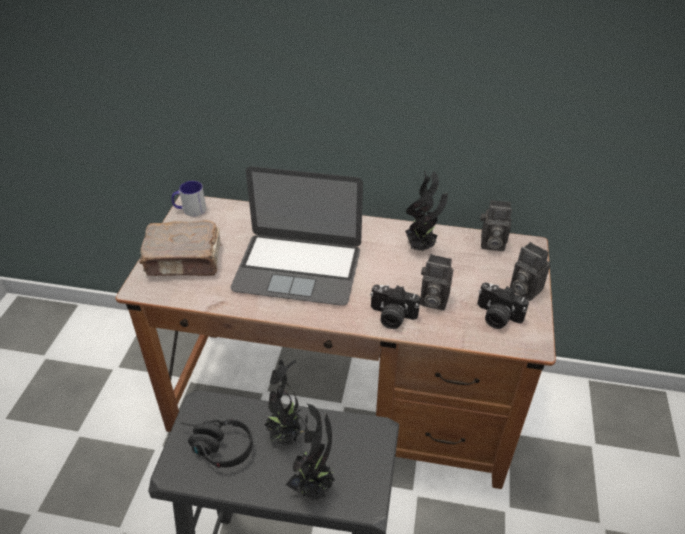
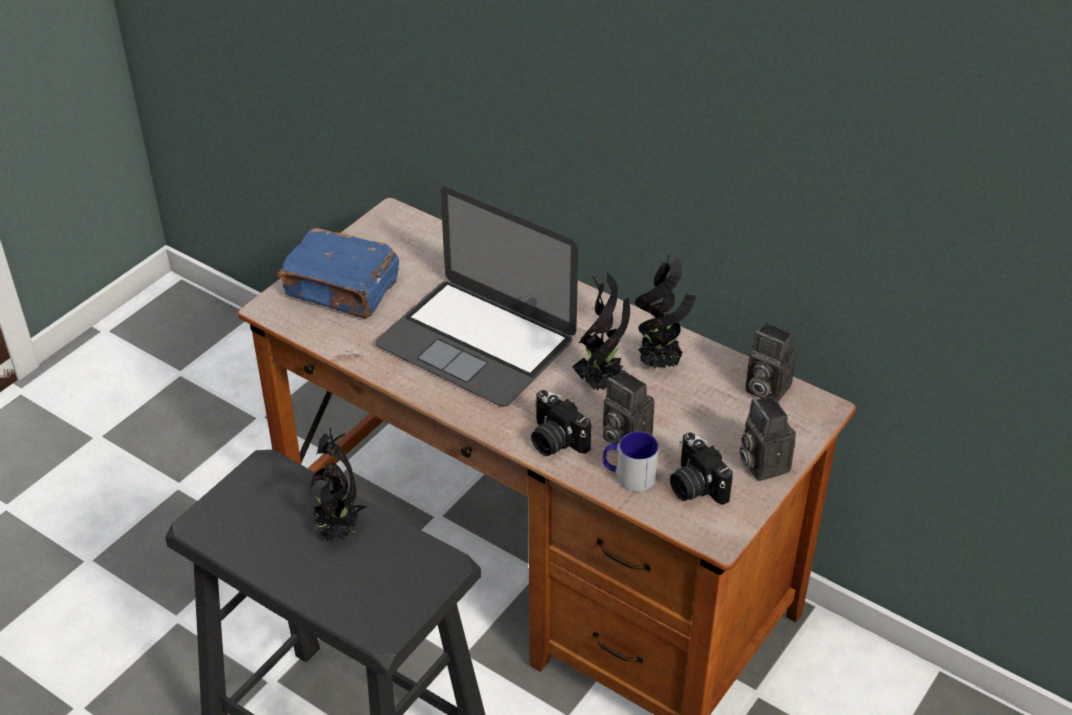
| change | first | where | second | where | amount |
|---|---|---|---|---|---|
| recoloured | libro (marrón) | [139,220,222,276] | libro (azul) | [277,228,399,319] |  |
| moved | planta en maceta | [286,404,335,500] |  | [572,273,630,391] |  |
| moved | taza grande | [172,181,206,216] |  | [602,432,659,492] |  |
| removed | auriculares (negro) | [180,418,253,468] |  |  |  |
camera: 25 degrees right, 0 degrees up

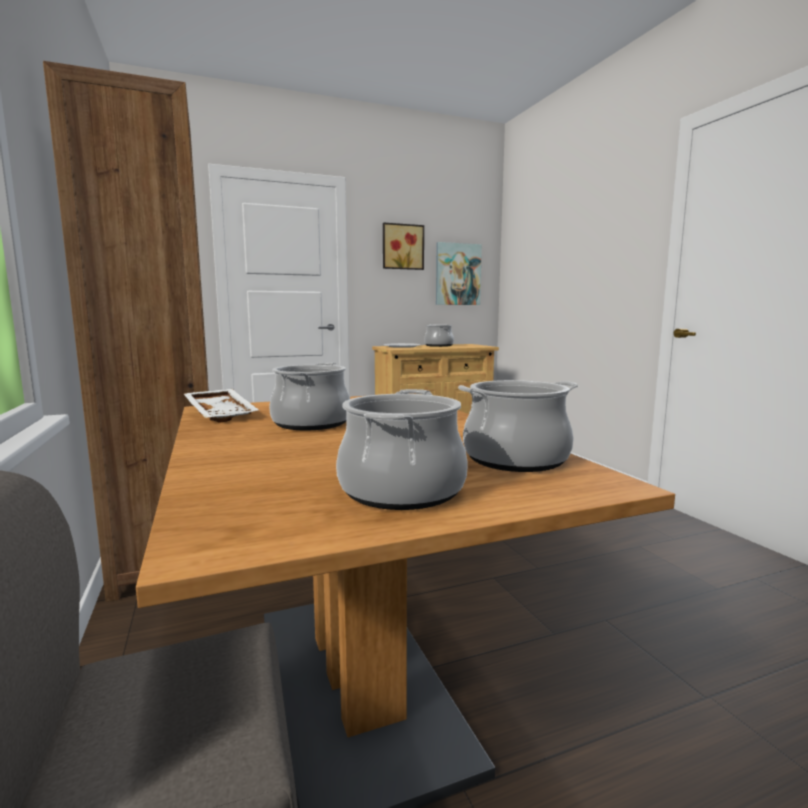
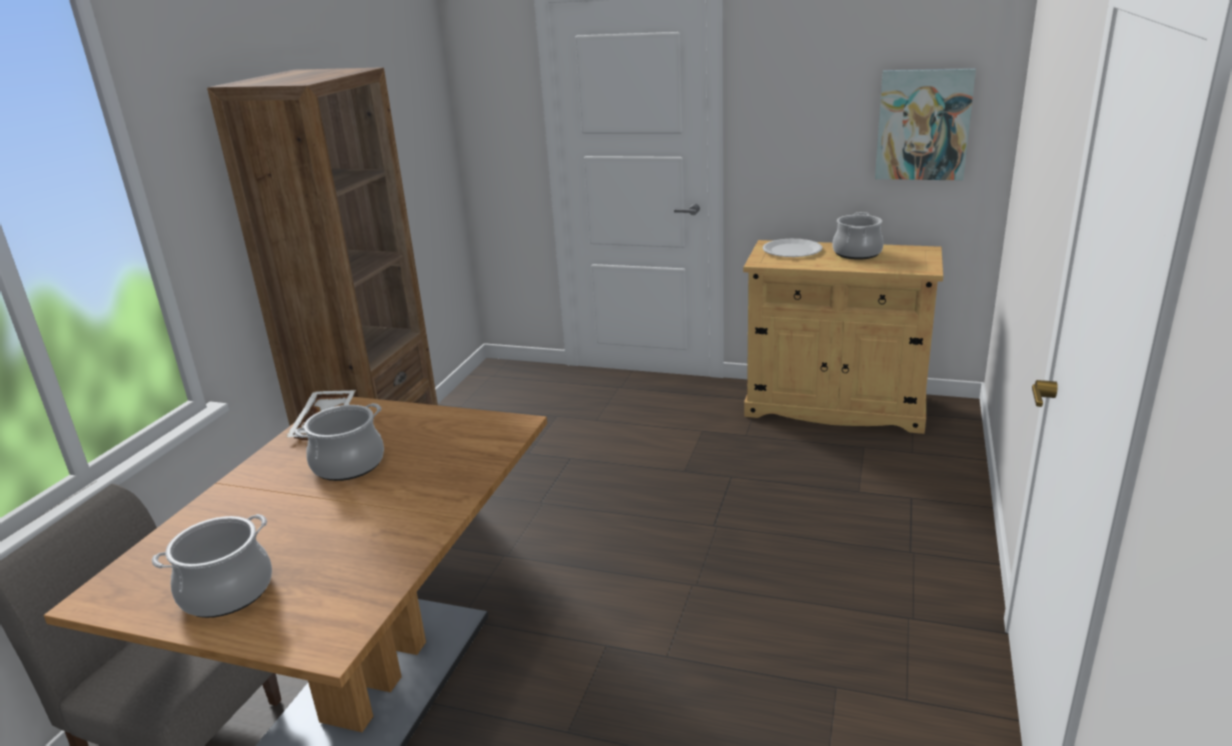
| change | first | where | second | where | amount |
|---|---|---|---|---|---|
| removed | cuadro | [383,223,424,270] |  |  |  |
| removed | olla | [458,380,578,472] |  |  |  |
camera: 40 degrees right, 15 degrees up

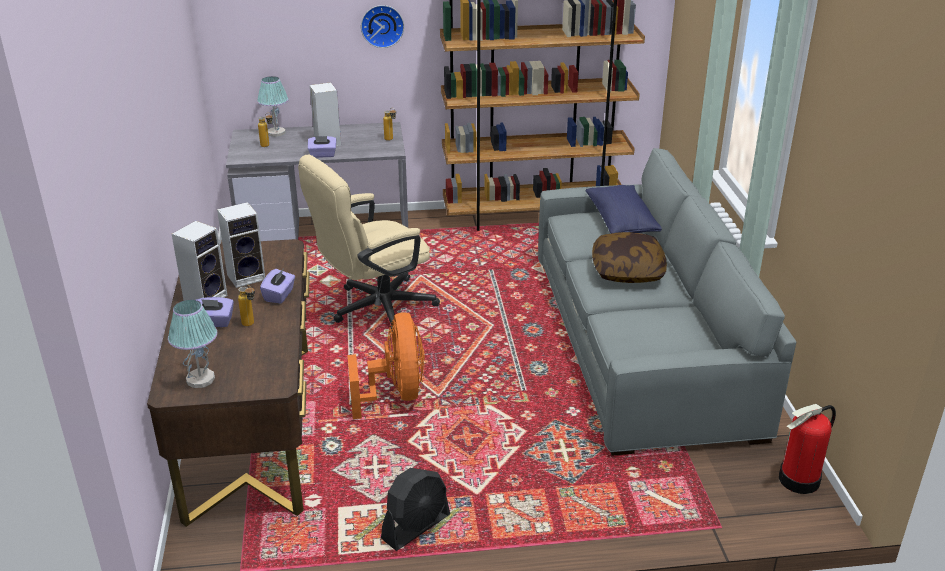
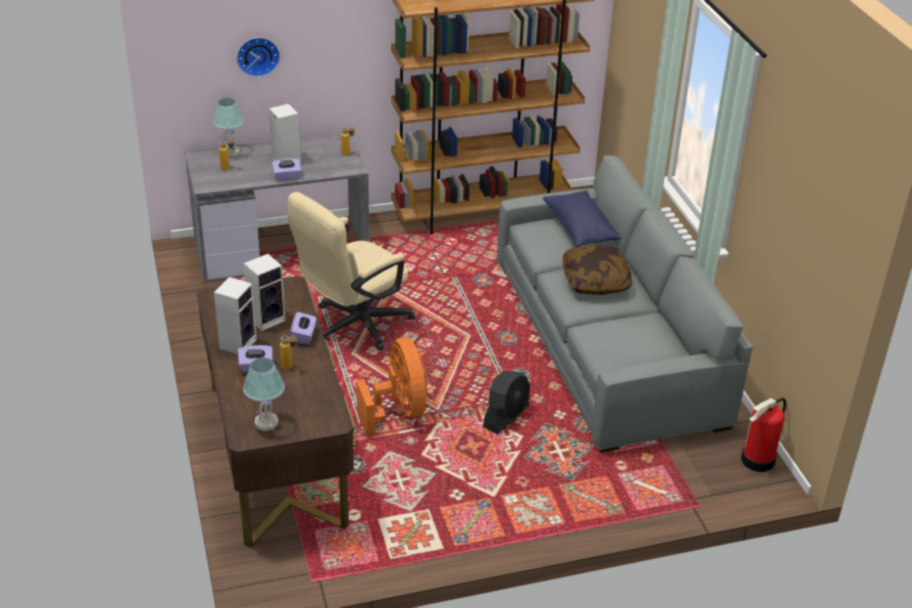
| change | first | where | second | where | amount |
|---|---|---|---|---|---|
| moved | reloj de pared | [361,5,404,48] |  | [237,37,280,77] |  |
| moved | ventilador (negro) | [381,468,450,551] |  | [483,371,530,435] |  |
camera: 10 degrees left, 5 degrees up

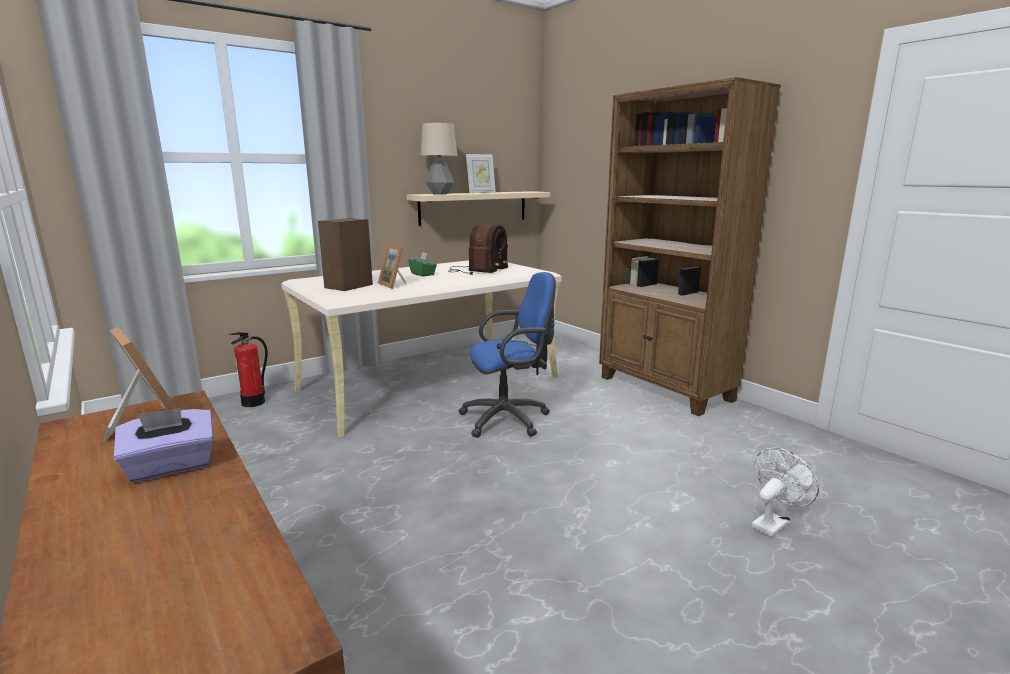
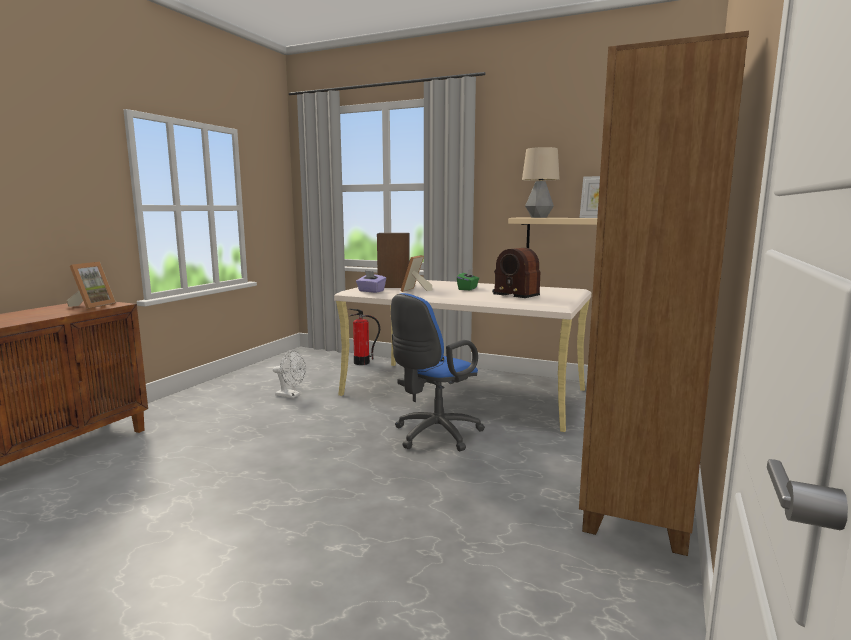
| change | first | where | second | where | amount |
|---|---|---|---|---|---|
| moved | ventilador (blanco) | [751,448,819,537] |  | [273,350,306,398] |  |
| moved | caja de pañuelos (morado) | [113,408,214,482] |  | [356,271,386,293] |  |
| turned | silla de oficina (azul) | [458,272,556,438] |  | [391,293,485,451] | 90 degrees clockwise |
| turned | radio | [448,224,508,275] |  | [492,248,540,298] | 45 degrees clockwise |
camera: 60 degrees right, 5 degrees down

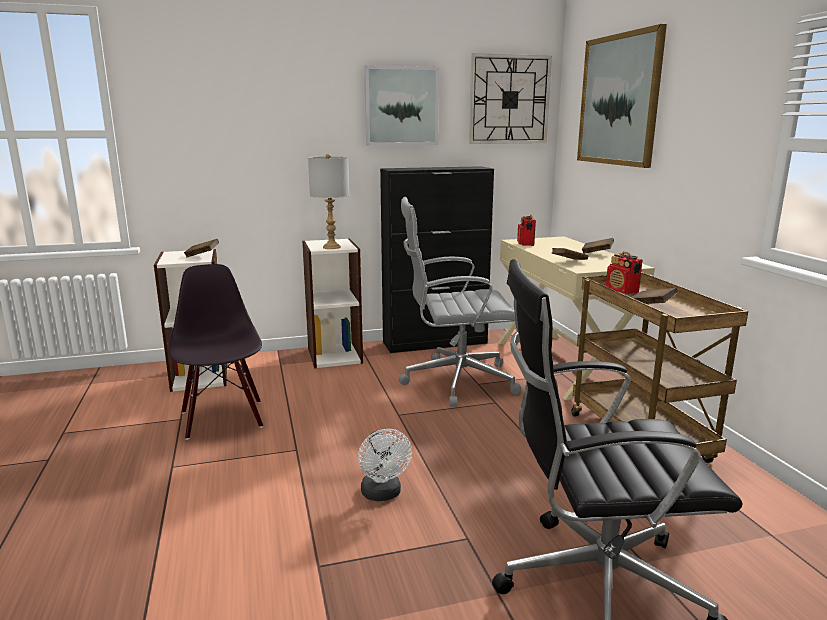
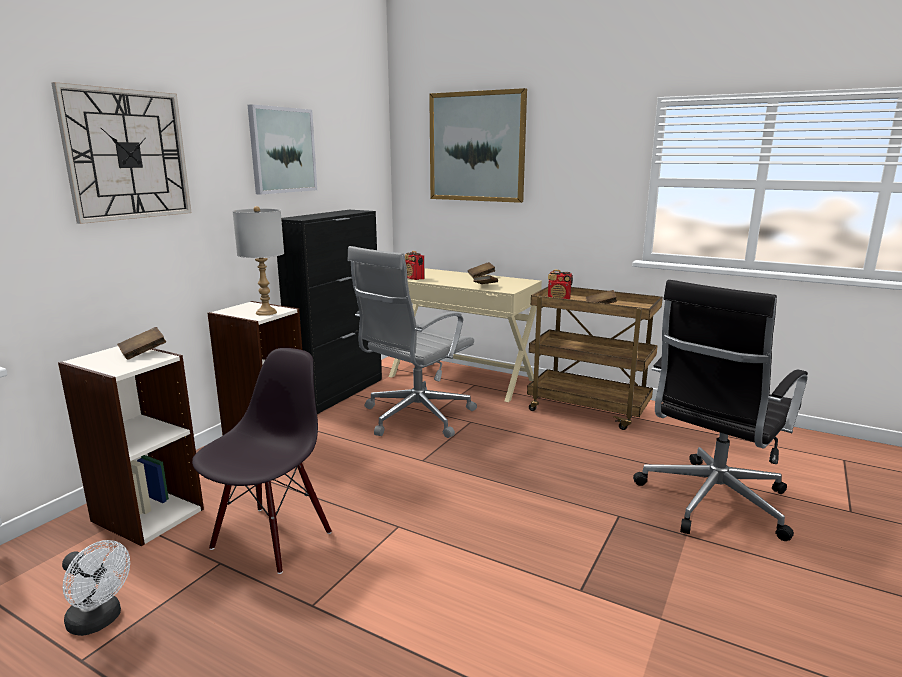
| change | first | where | second | where | amount |
|---|---|---|---|---|---|
| moved | reloj de pared | [469,53,552,144] |  | [51,82,192,224] |  |
| moved | ventilador (blanco) | [358,429,412,501] |  | [62,540,130,636] |  |
| turned | silla (negro) | [168,264,263,440] |  | [192,348,332,574] | 90 degrees clockwise |
camera: 45 degrees left, 0 degrees up

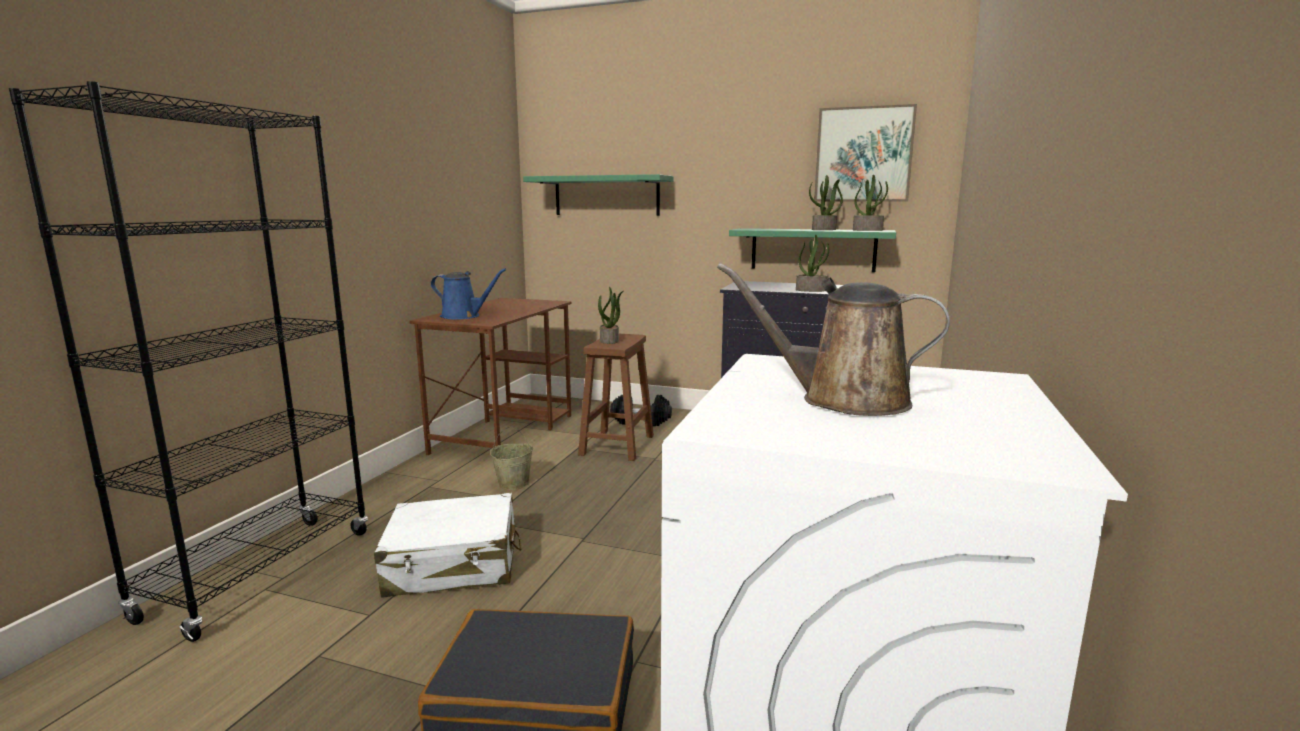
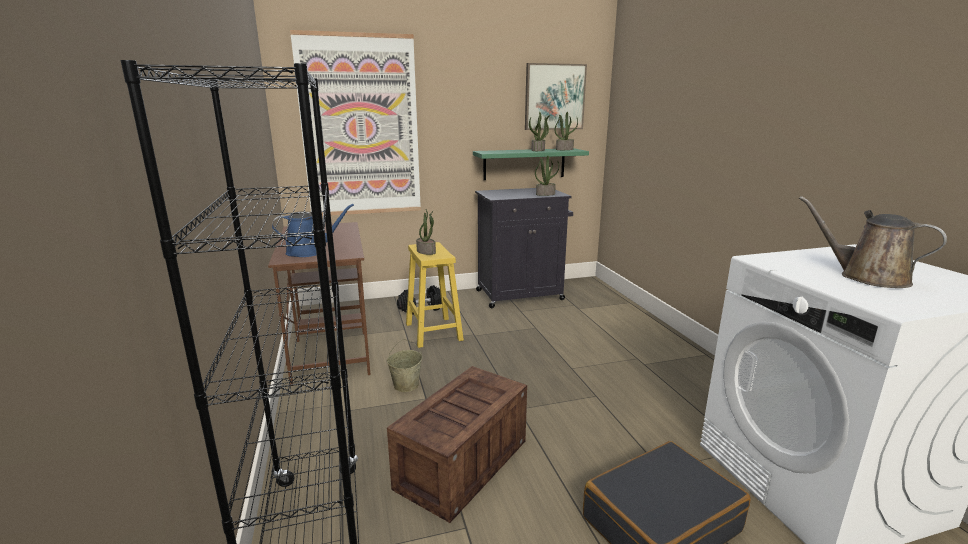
| change | first | where | second | where | amount |
|---|---|---|---|---|---|
| replaced | estante (verde) | [523,174,674,216] | cuadro | [290,30,421,216] |  |
| replaced | maleta (blanco) | [374,493,521,598] | caja de embalaje | [387,366,527,523] |  |
| recoloured | taburete (marrón) | [578,334,654,461] | taburete (amarillo) | [406,242,464,348] |  |
| turned | regadera (marrón) | [717,263,950,416] |  | [799,196,947,288] | 60 degrees clockwise |
camera: 35 degrees left, 5 degrees up

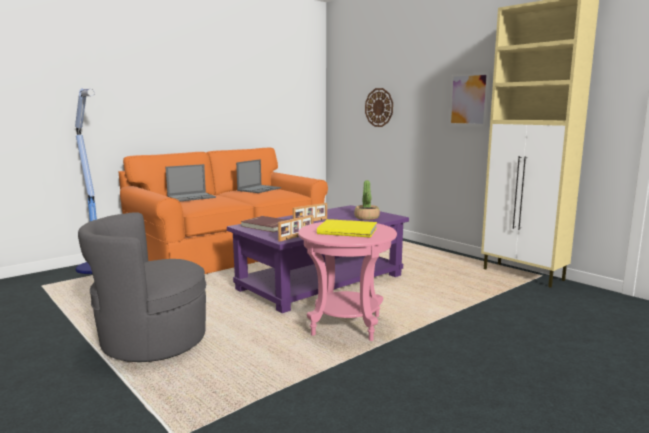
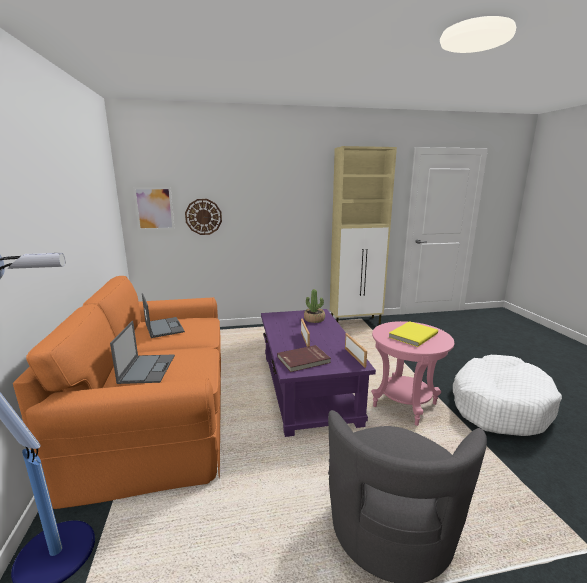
| change | first | where | second | where | amount |
|---|---|---|---|---|---|
| moved | cuadro | [449,72,490,126] |  | [133,187,175,230] |  |
| added |  |  | cama para perro (blanco) | [453,355,562,436] |  |
camera: 60 degrees left, 5 degrees up

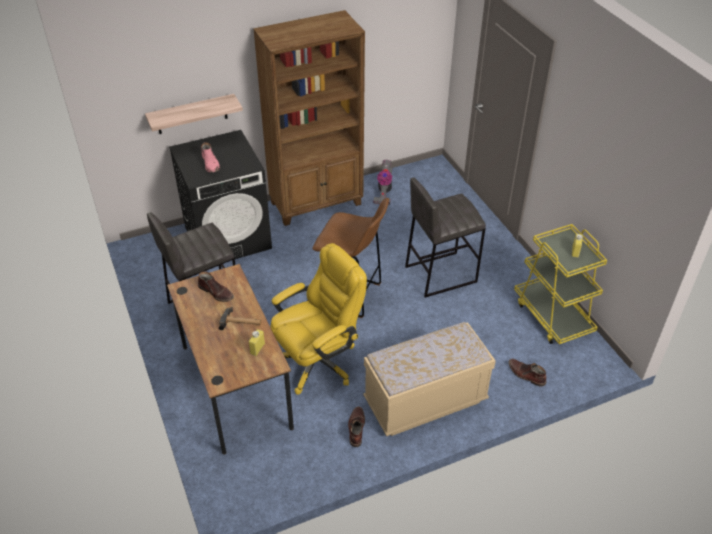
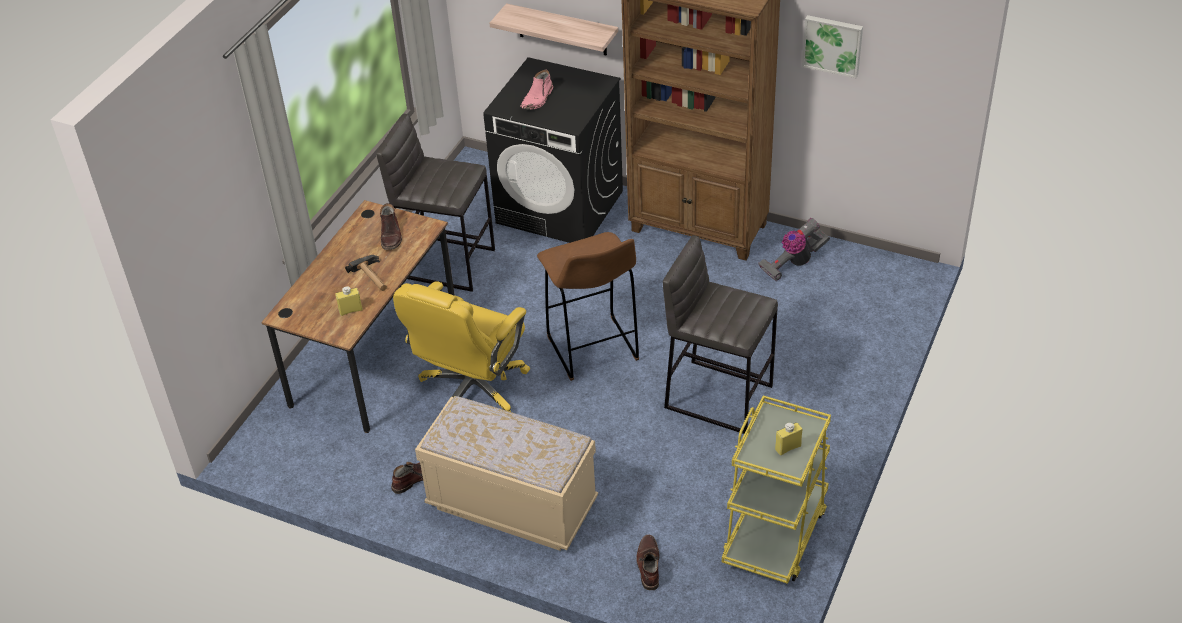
| change | first | where | second | where | amount |
|---|---|---|---|---|---|
| turned | silla de oficina (amarillo) | [271,243,367,395] |  | [393,281,530,412] | 105 degrees clockwise |
| added |  |  | cuadro | [802,15,863,78] |  |
camera: 50 degrees right, 0 degrees up

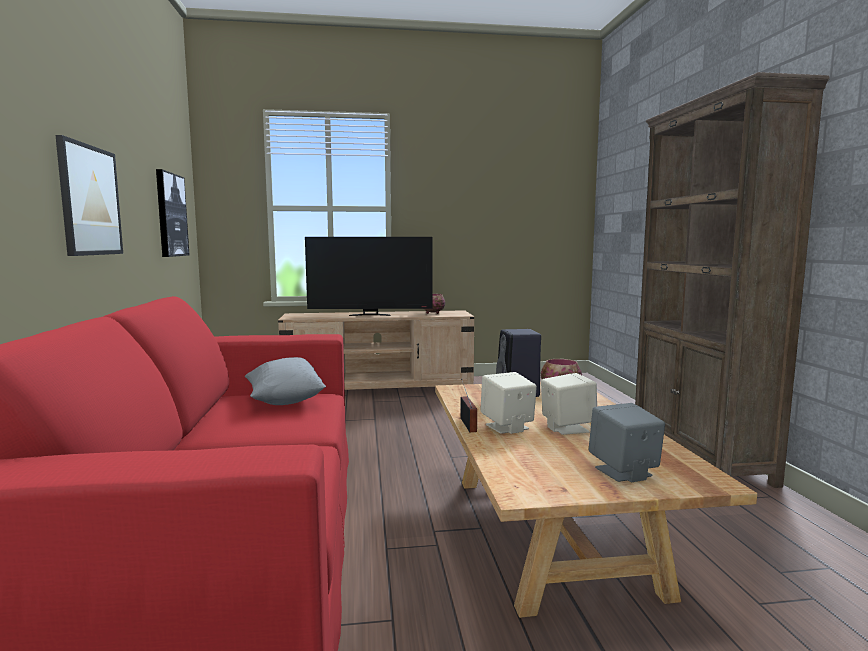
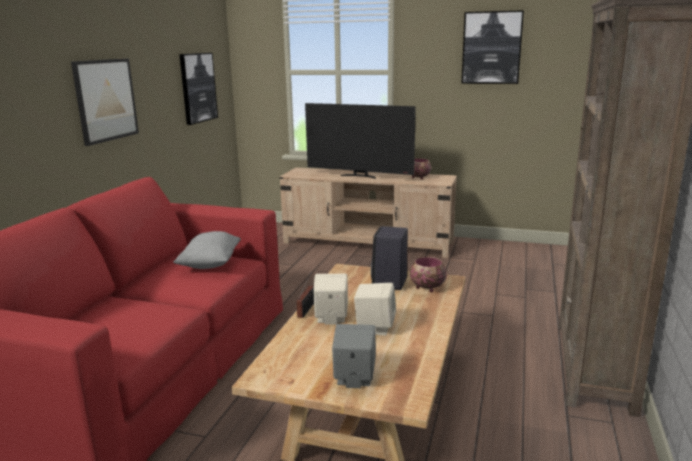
| change | first | where | second | where | amount |
|---|---|---|---|---|---|
| added |  |  | cuadro | [461,10,524,84] |  |
camera: 25 degrees right, 10 degrees up

